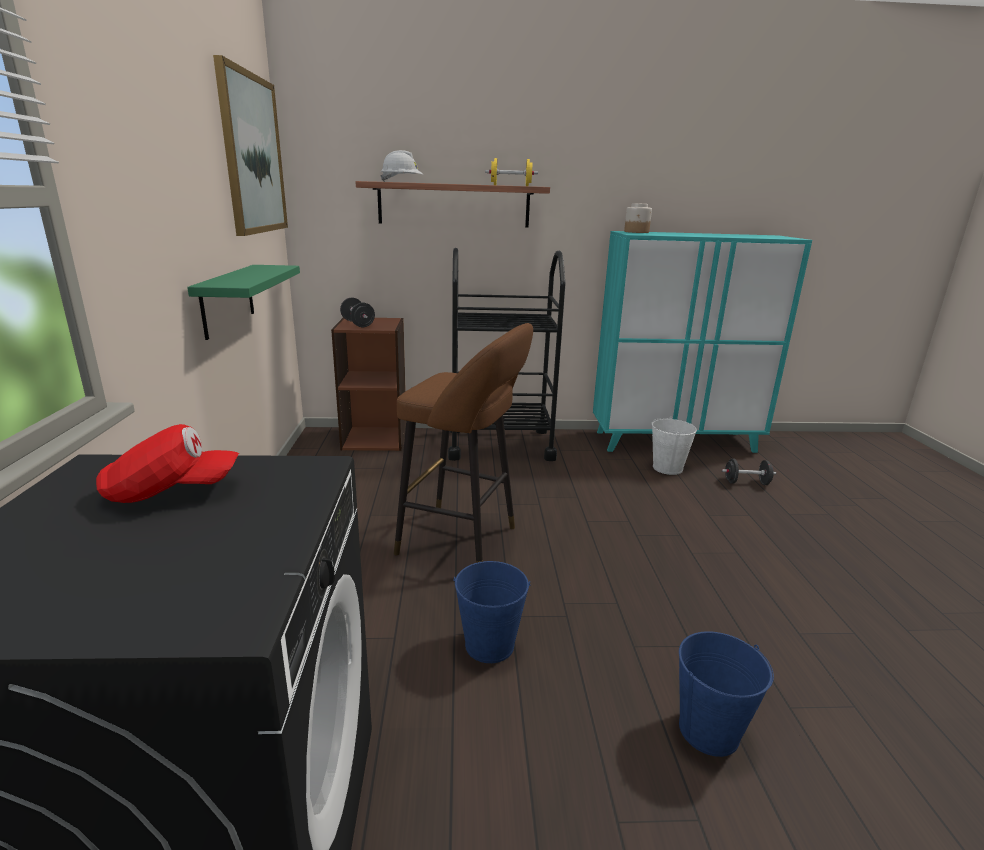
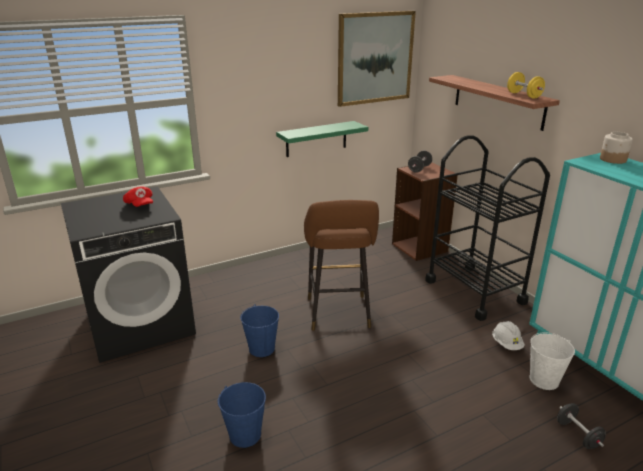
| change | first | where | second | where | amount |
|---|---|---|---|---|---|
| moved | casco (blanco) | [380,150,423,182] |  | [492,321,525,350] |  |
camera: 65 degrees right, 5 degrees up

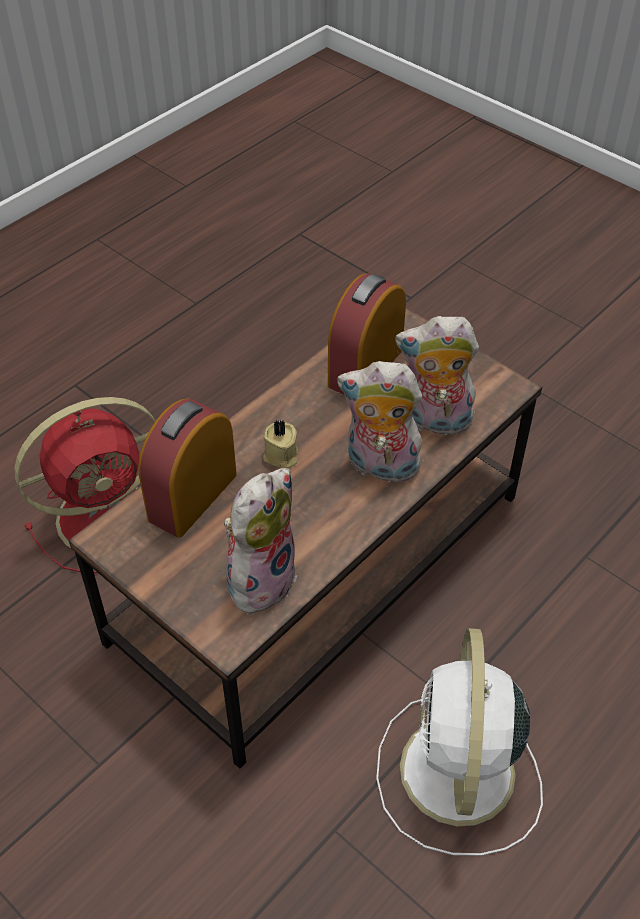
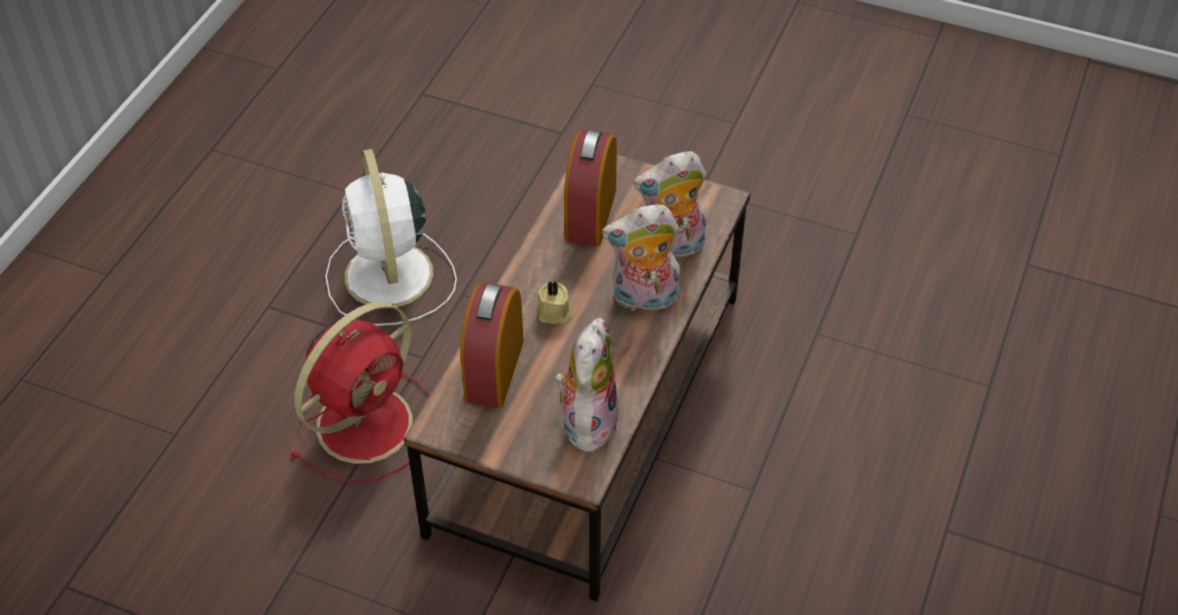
| change | first | where | second | where | amount |
|---|---|---|---|---|---|
| moved | ventilador (blanco) | [376,628,543,856] |  | [325,149,457,326] |  |
camera: 20 degrees left, 0 degrees up

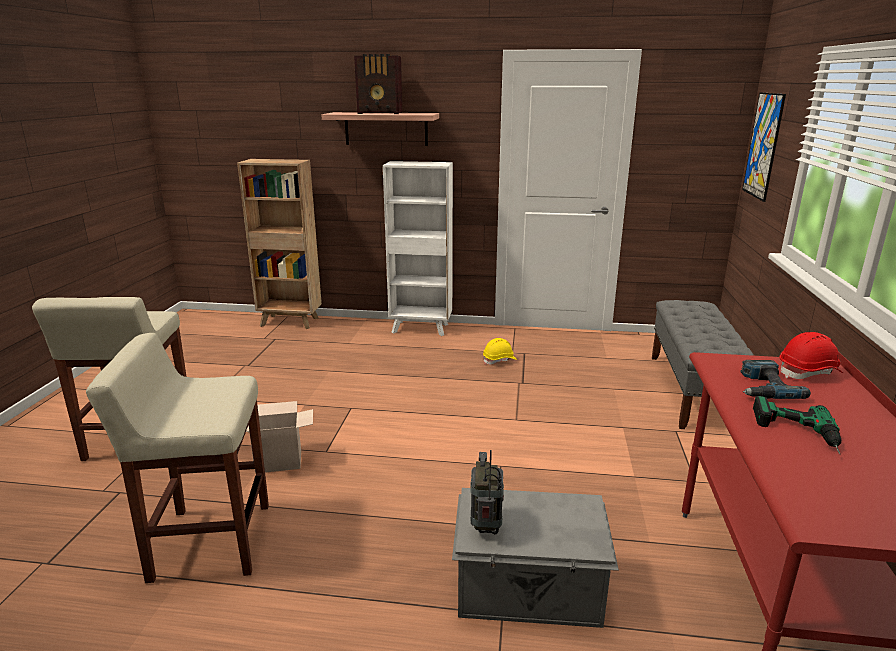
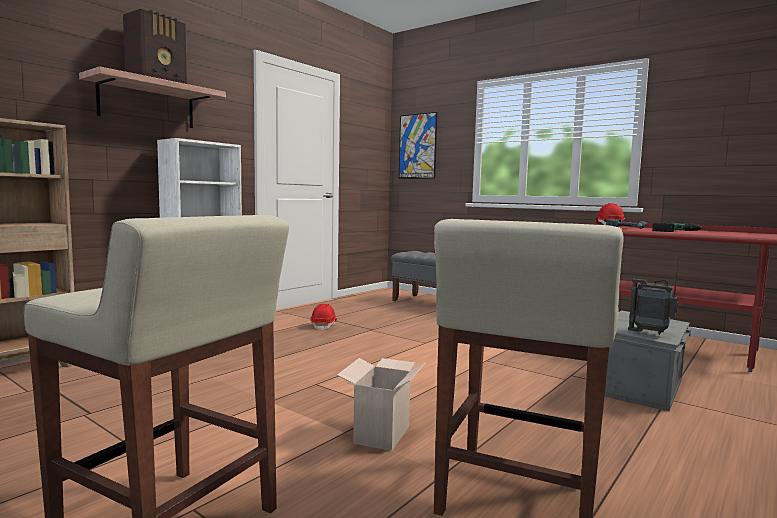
| change | first | where | second | where | amount |
|---|---|---|---|---|---|
| recoloured | casco (amarillo) | [483,338,517,365] | casco (rojo) | [310,304,337,331] |  |
camera: 60 degrees left, 15 degrees down

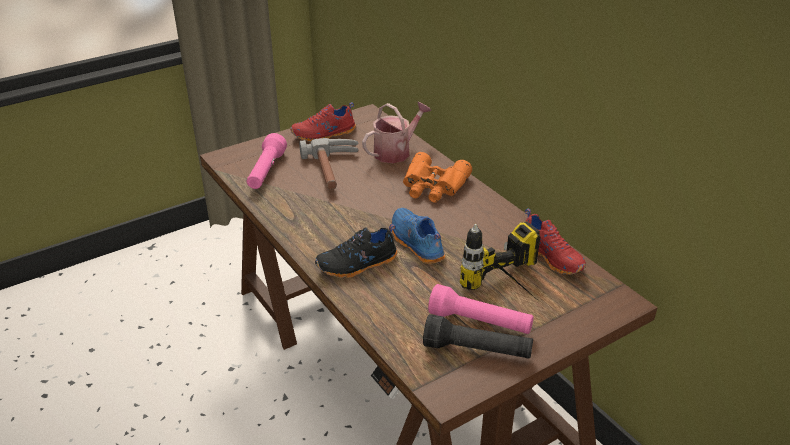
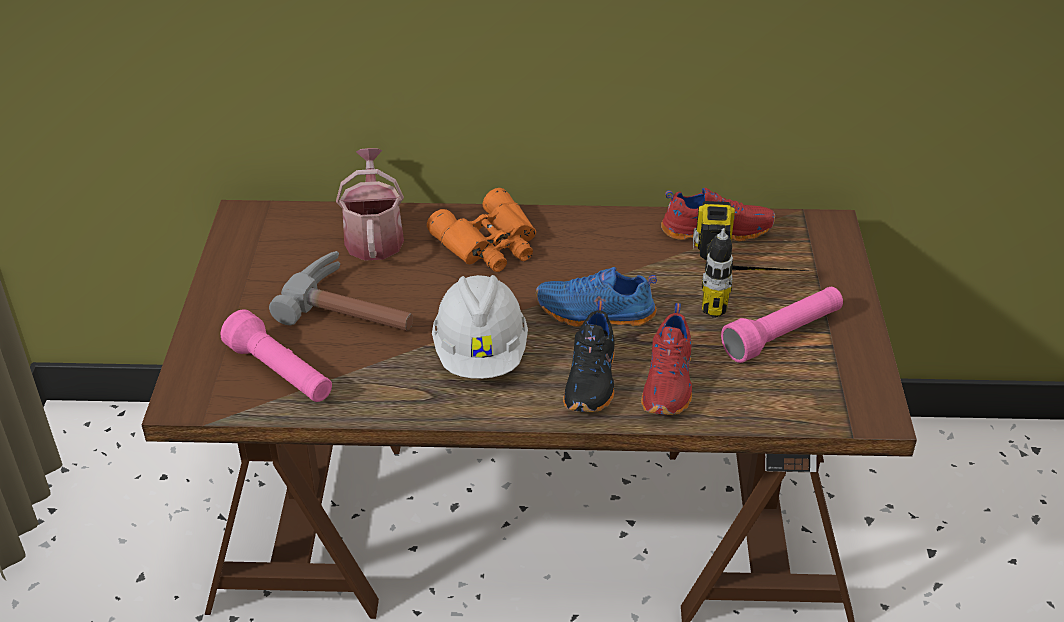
| change | first | where | second | where | amount |
|---|---|---|---|---|---|
| added |  |  | casco (blanco) | [432,275,528,379] |  |
| moved | zapato (rojo) | [290,102,356,142] |  | [641,303,692,415] |  |
| removed | linterna (negro) | [423,314,533,359] |  |  |  |
camera: 55 degrees left, 5 degrees up

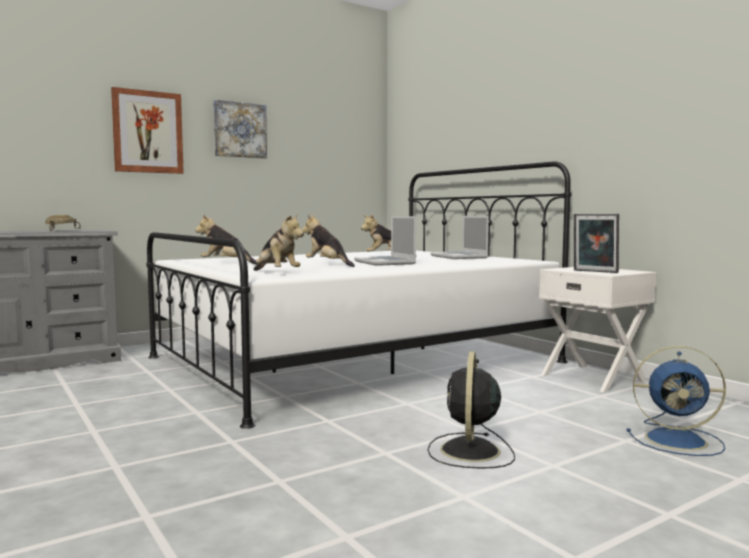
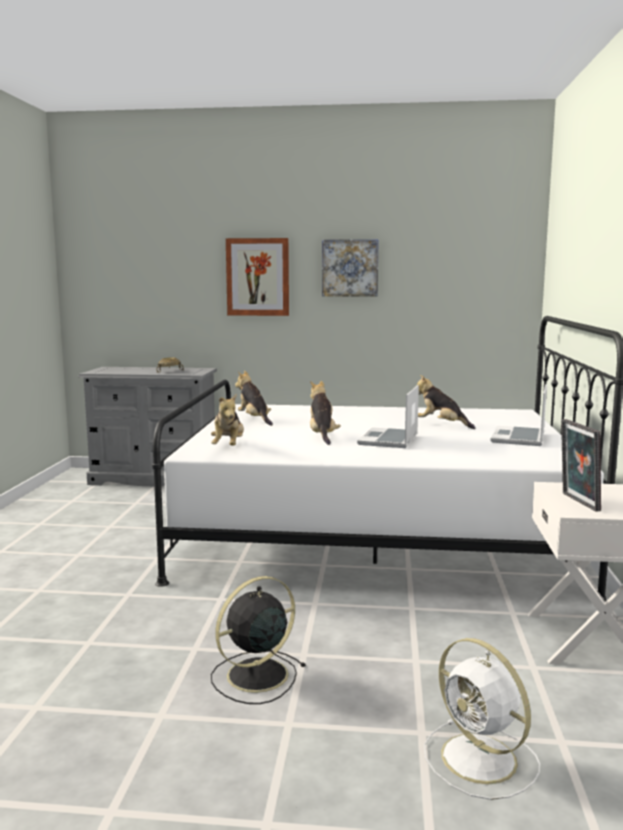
| change | first | where | second | where | amount |
|---|---|---|---|---|---|
| recoloured | ventilador (azul) | [627,346,726,456] | ventilador (blanco) | [424,638,540,800] |  |
camera: 40 degrees right, 5 degrees up

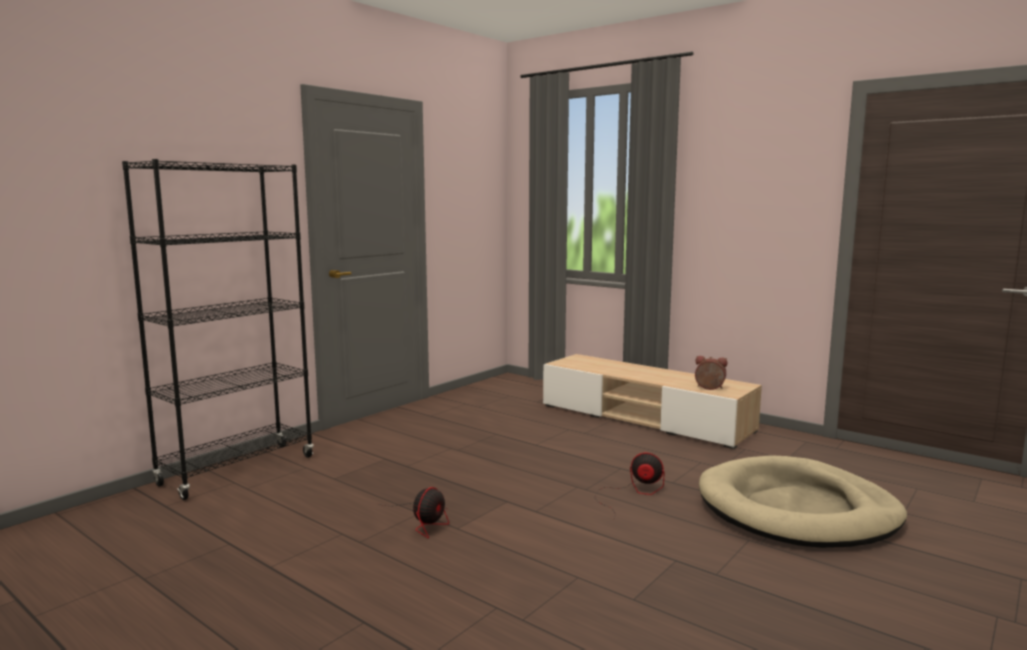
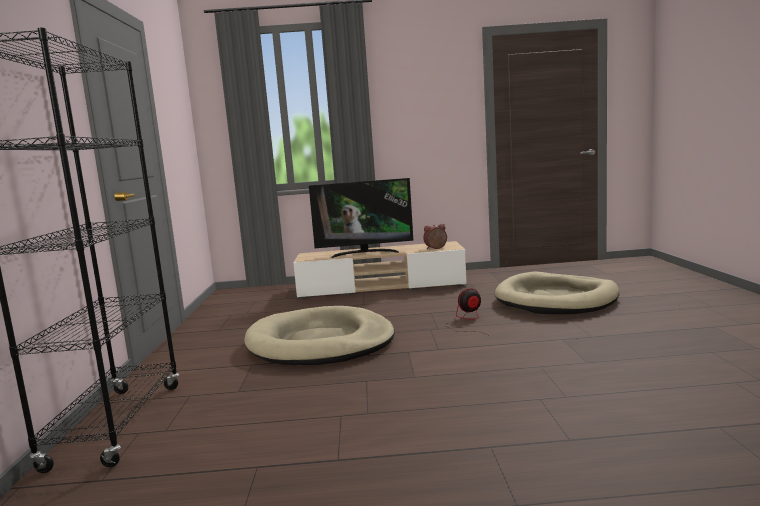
| change | first | where | second | where | amount |
|---|---|---|---|---|---|
| added |  |  | cama para perro (beis) | [244,306,395,365] |  |
| added |  |  | televisor | [309,178,413,258] |  |
| removed | ventilador | [379,487,449,539] |  |  |  |
camera: 40 degrees left, 0 degrees up

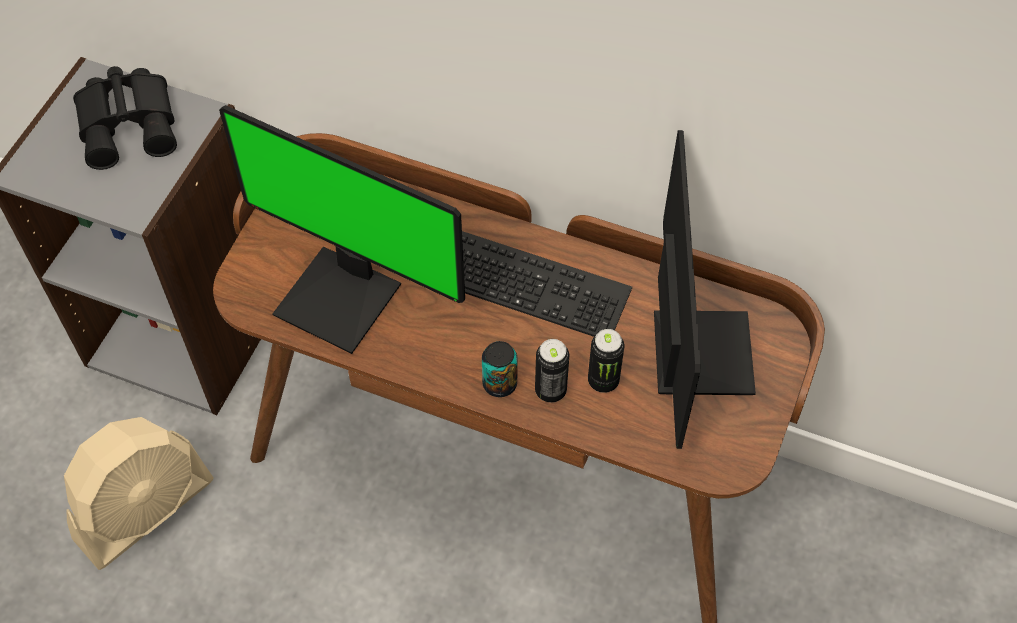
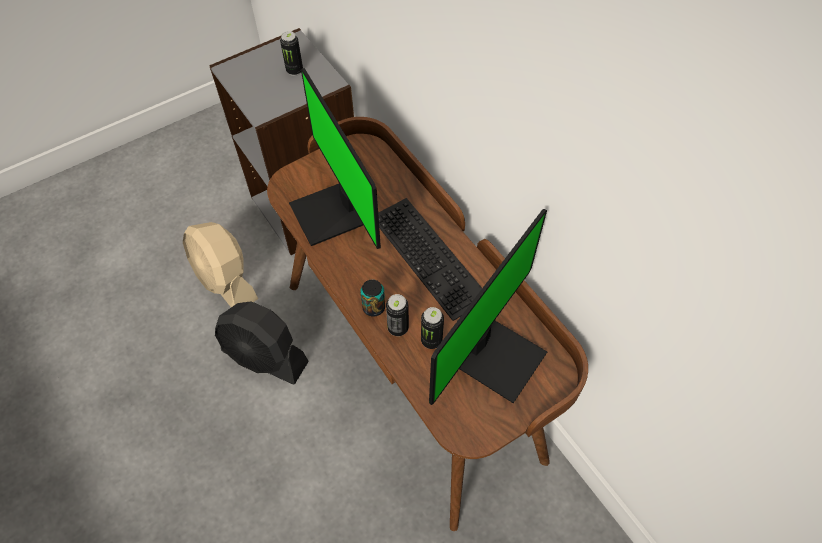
| change | first | where | second | where | amount |
|---|---|---|---|---|---|
| turned | ventilador (beis) | [64,417,214,570] |  | [183,222,258,307] | 60 degrees clockwise |
| added |  |  | ventilador (negro) | [215,301,309,385] |  |
| replaced | prismáticos (negro) | [73,66,177,170] | lata | [280,31,303,76] |  |
camera: 35 degrees right, 0 degrees up

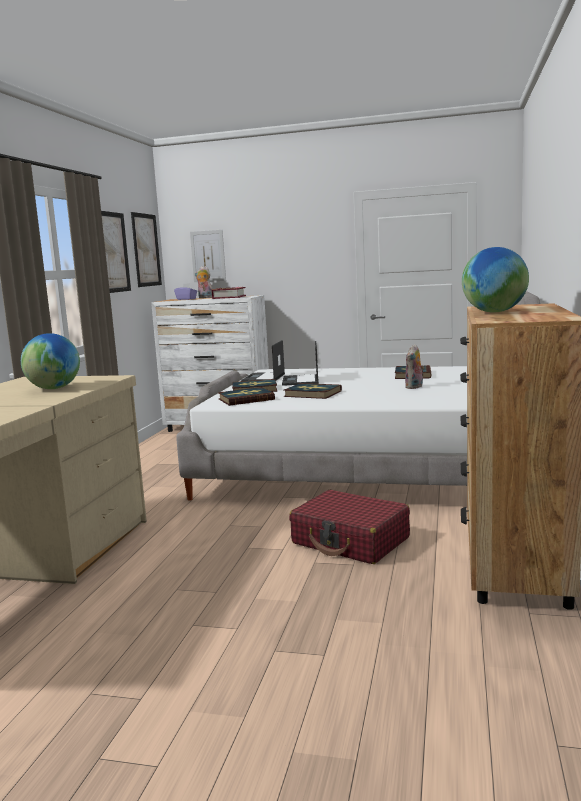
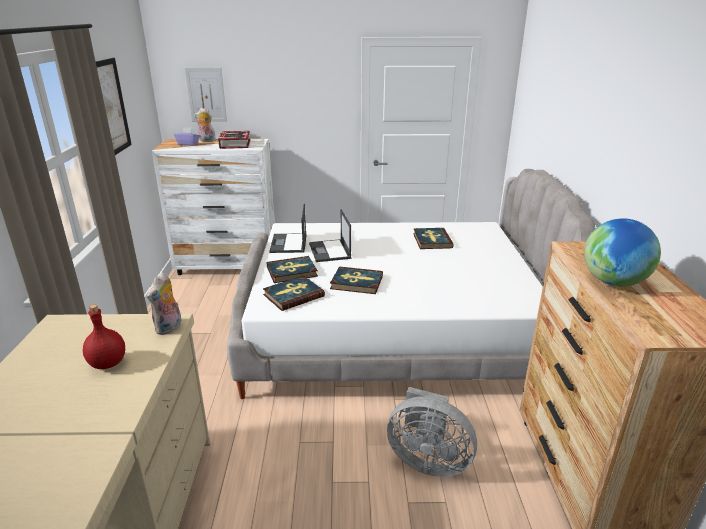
| change | first | where | second | where | amount |
|---|---|---|---|---|---|
| replaced | globo terráqueo | [21,333,80,389] | botella (rojo) | [83,305,125,369] |  |
| moved | peluche | [405,344,424,389] |  | [147,272,181,335] |  |
| replaced | maleta (rojo) | [289,490,410,564] | ventilador (gris) | [387,387,477,477] |  |
| removed | cuadro | [131,212,162,287] |  |  |  |
camera: 15 degrees left, 15 degrees up

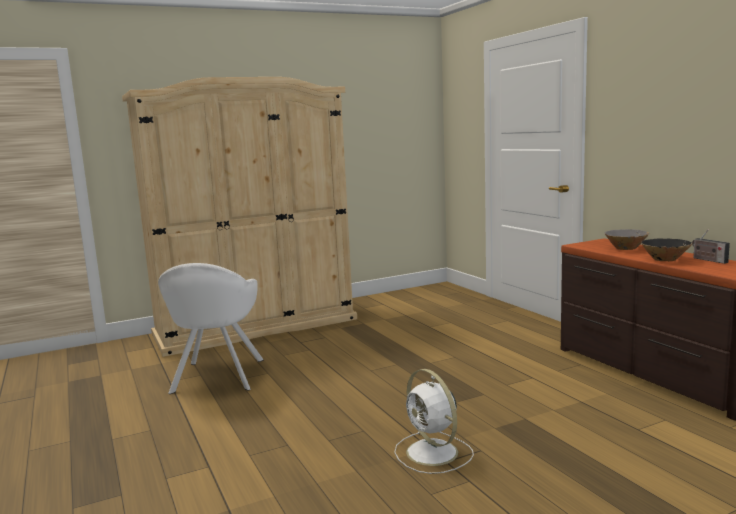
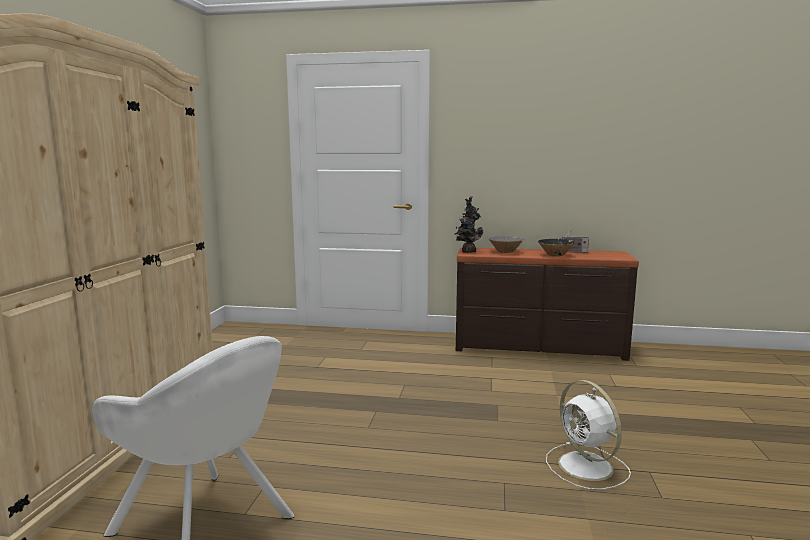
| change | first | where | second | where | amount |
|---|---|---|---|---|---|
| added |  |  | planta en maceta | [455,196,483,253] |  |
| turned | ventilador (blanco) | [394,369,474,474] |  | [546,380,631,490] | 60 degrees clockwise |
camera: 55 degrees left, 0 degrees up

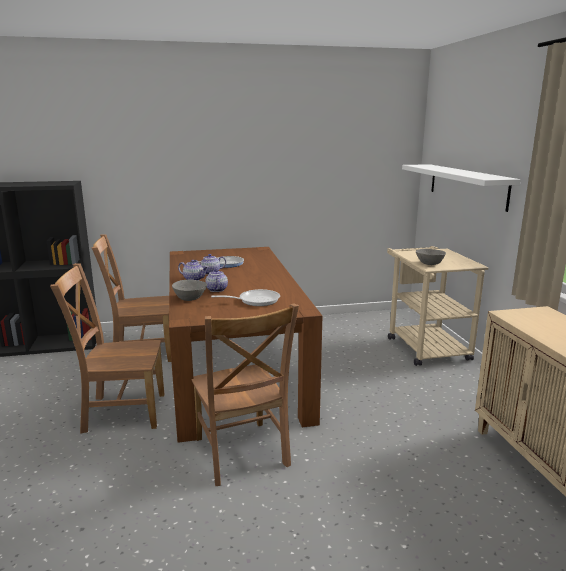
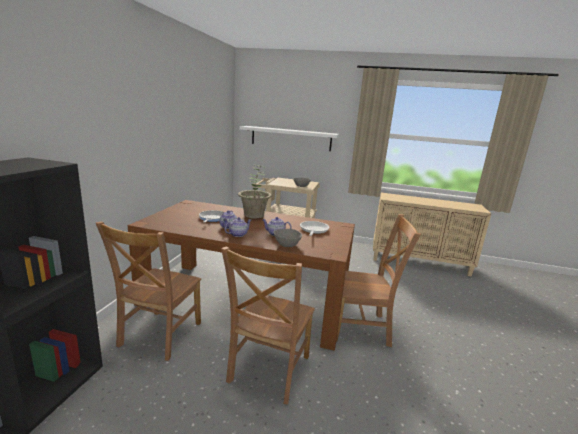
| change | first | where | second | where | amount |
|---|---|---|---|---|---|
| added |  |  | planta en maceta | [238,164,272,218] |  |
camera: 65 degrees left, 0 degrees up

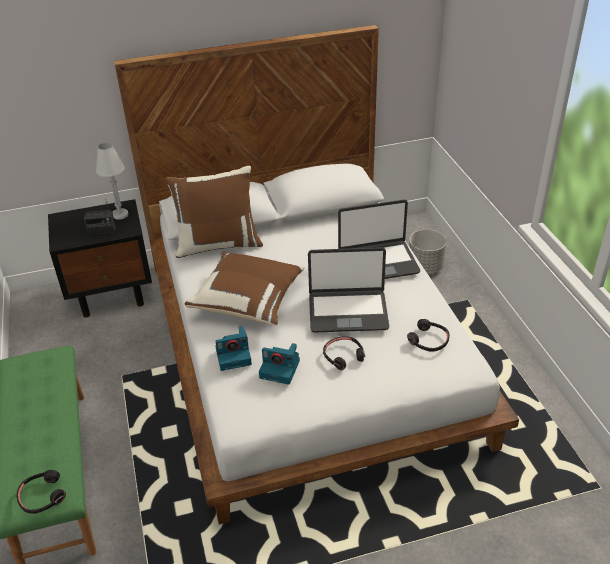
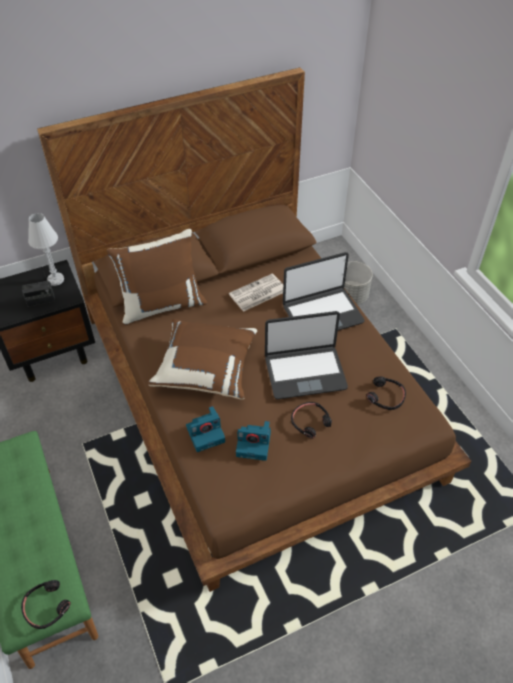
| change | first | where | second | where | amount |
|---|---|---|---|---|---|
| recoloured | cama (blanco) | [114,25,519,525] | cama (marrón) | [37,67,472,592] |  |
| added |  |  | periódico | [229,273,283,312] |  |
camera: 10 degrees left, 10 degrees up

